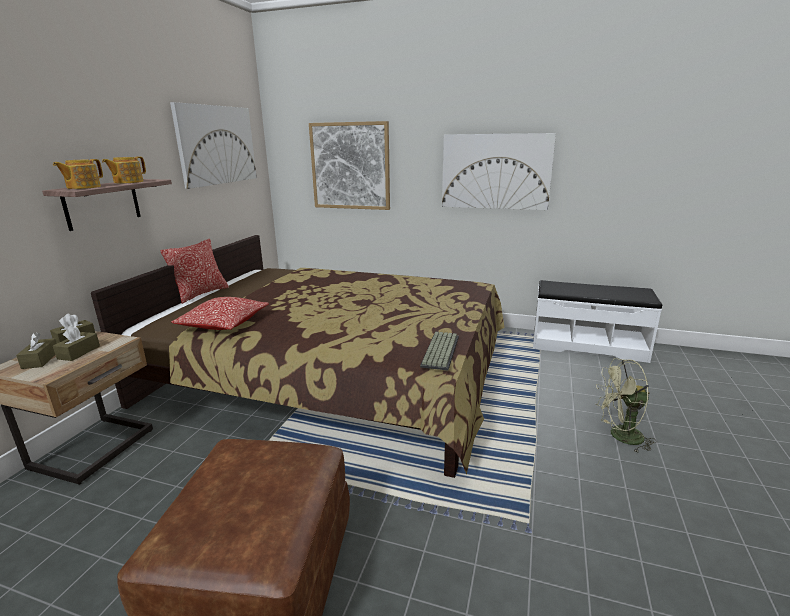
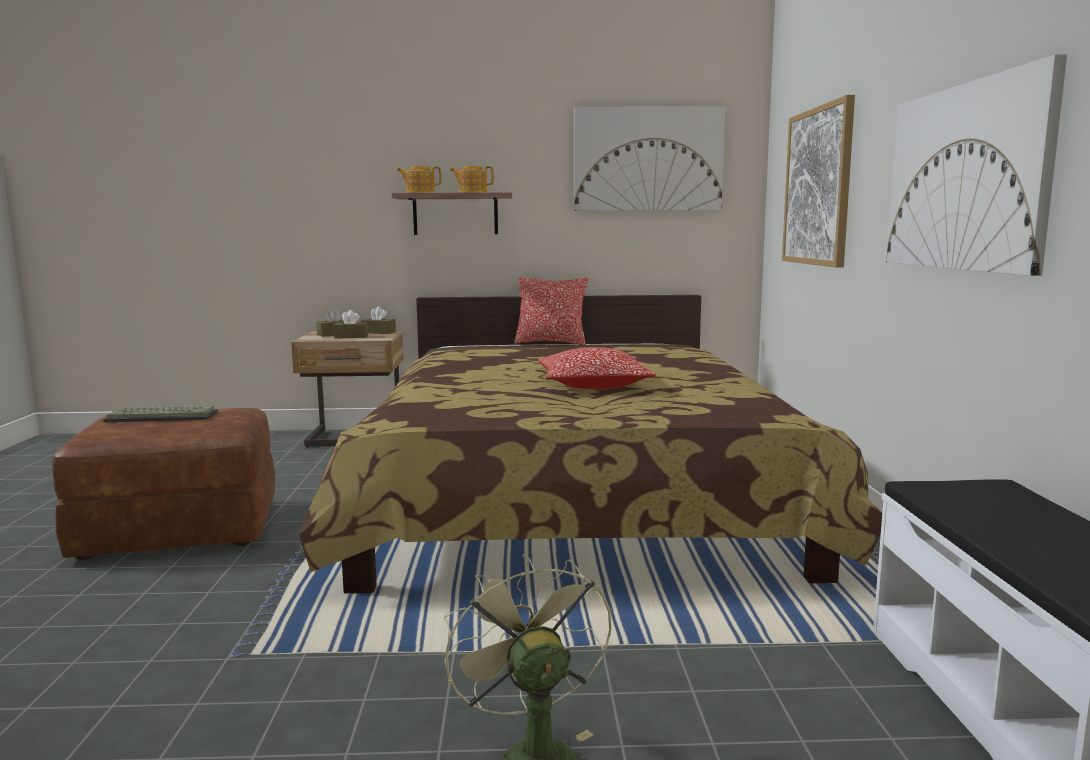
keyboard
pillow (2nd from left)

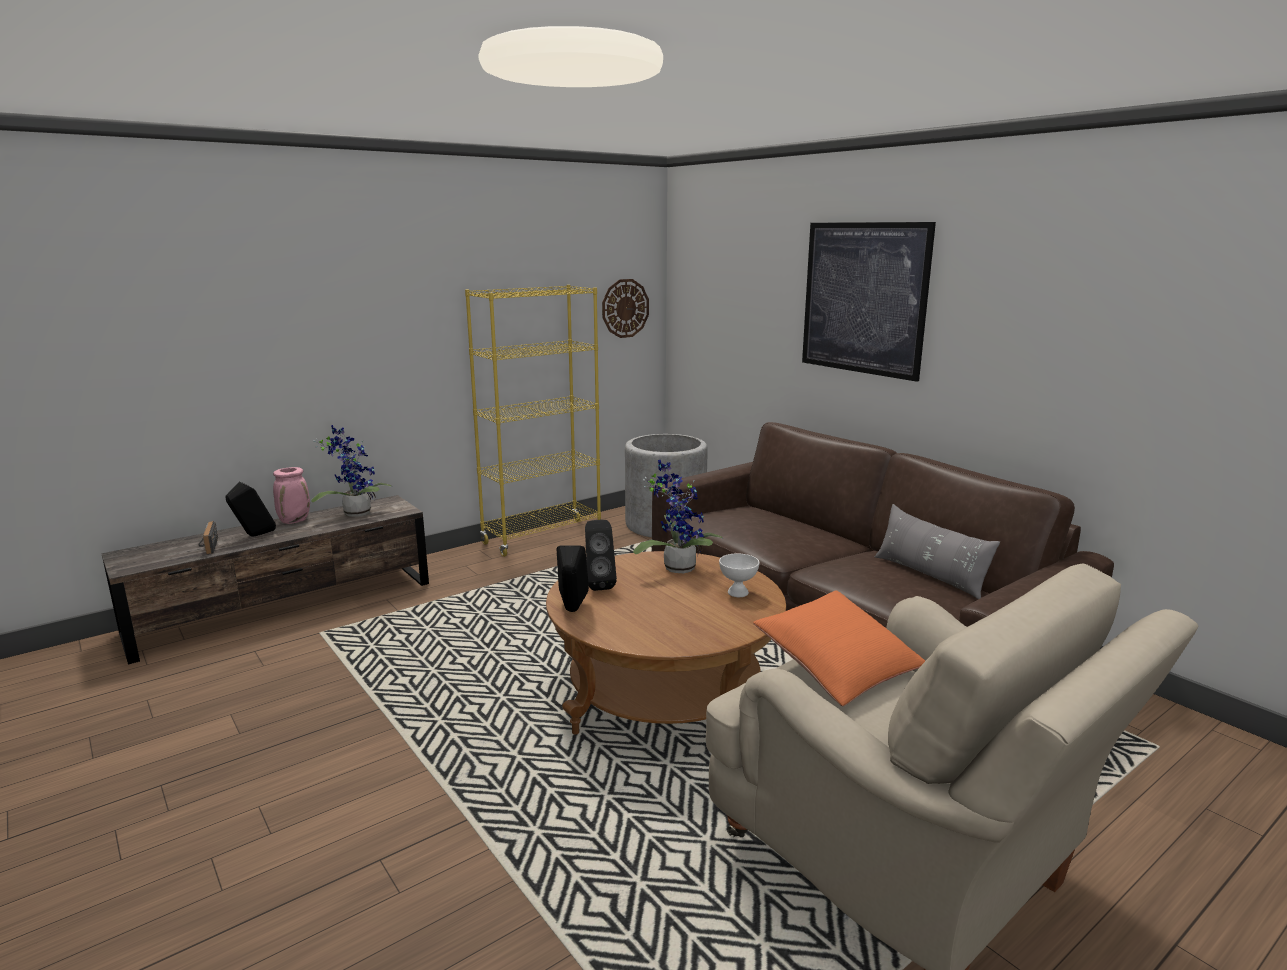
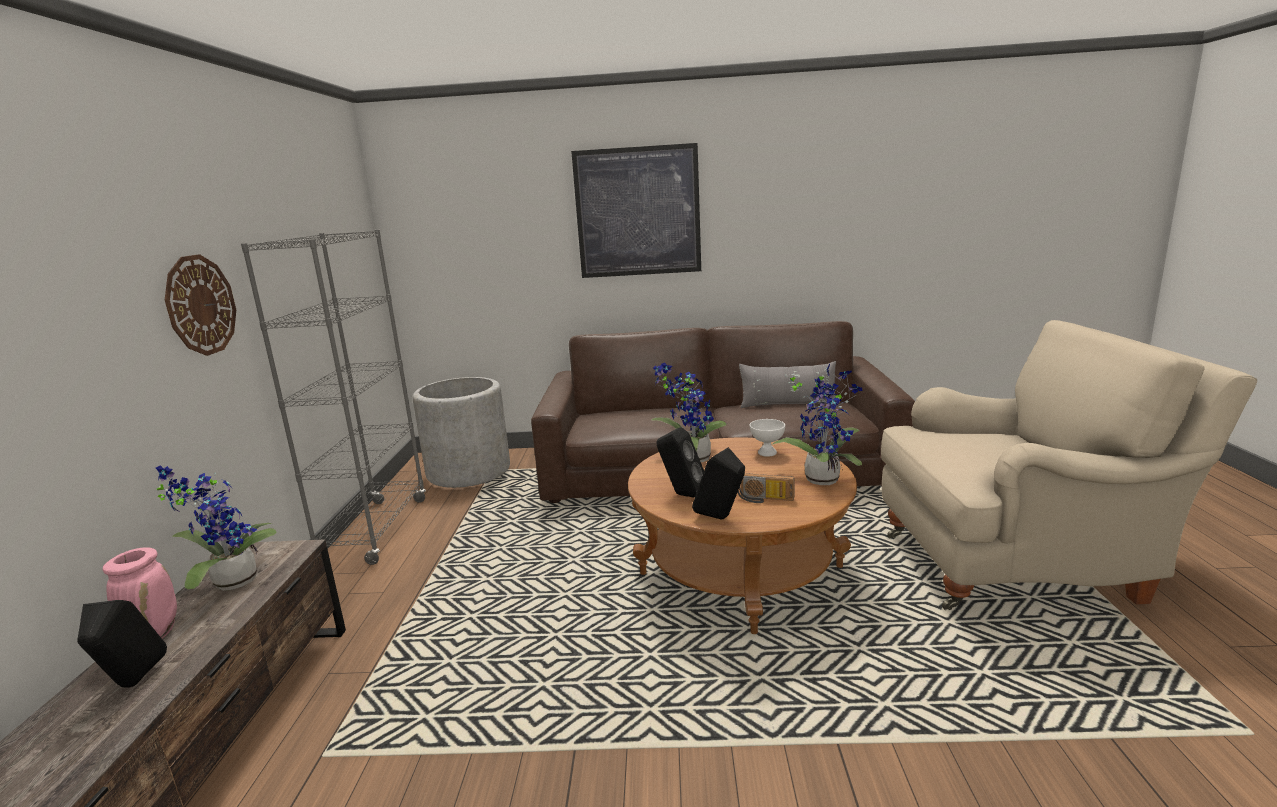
wall clock
bookcase/grey
radio
potted plant (3rd from left)
pillow/orange

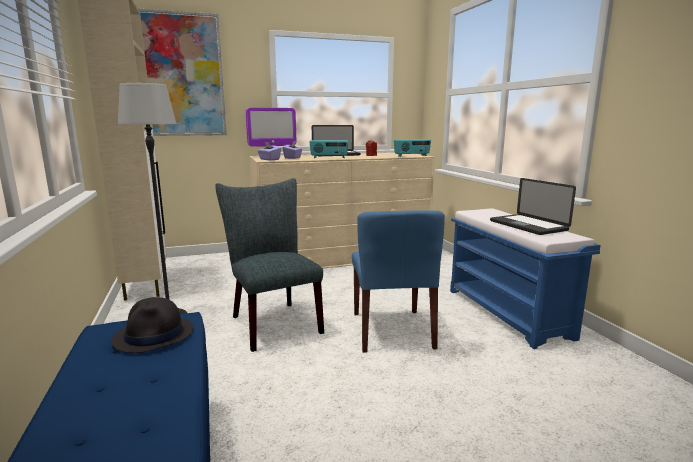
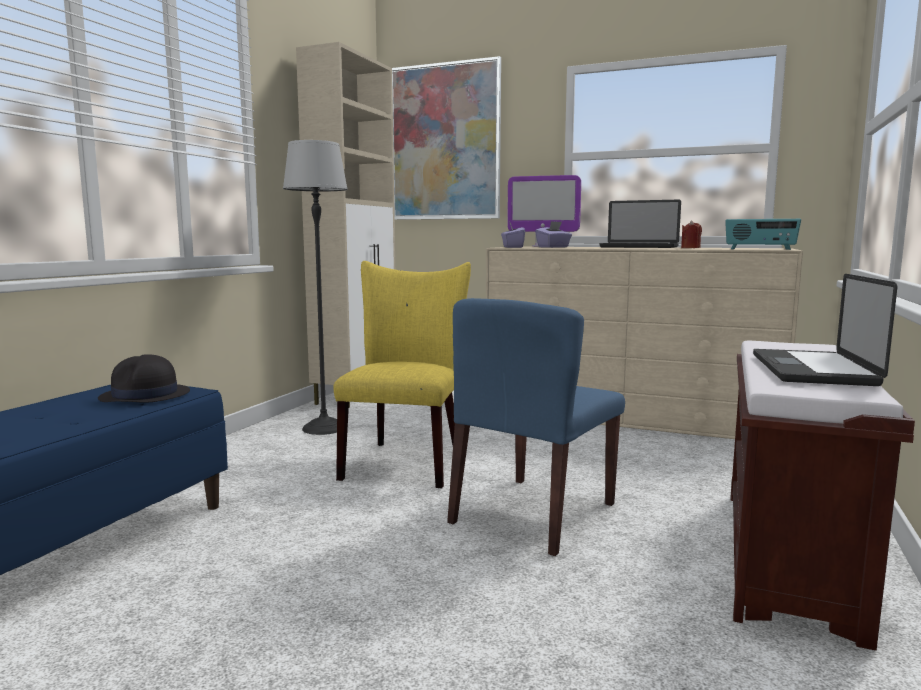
chair/yellow
bench/brown
radio (1st from left in the first image)

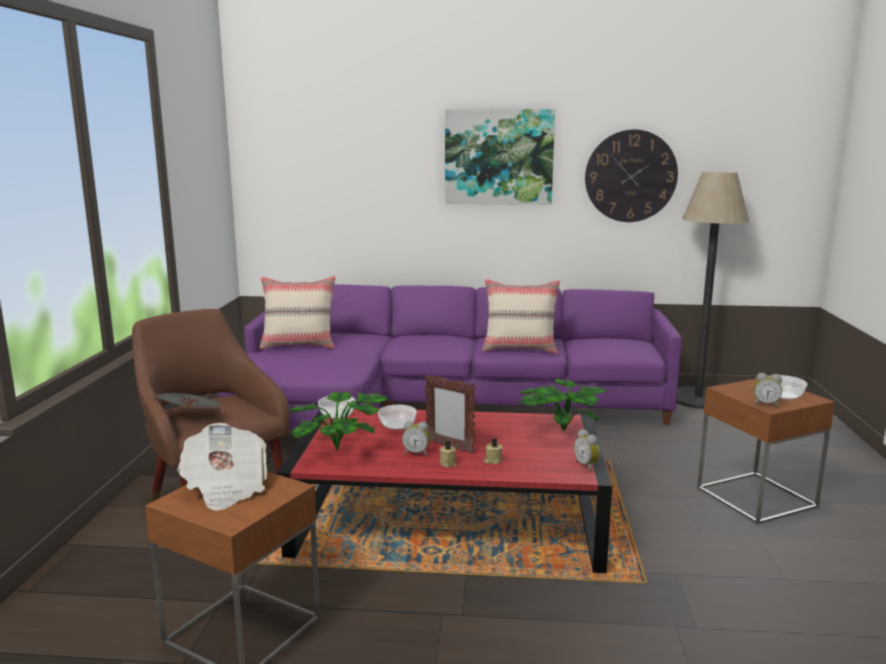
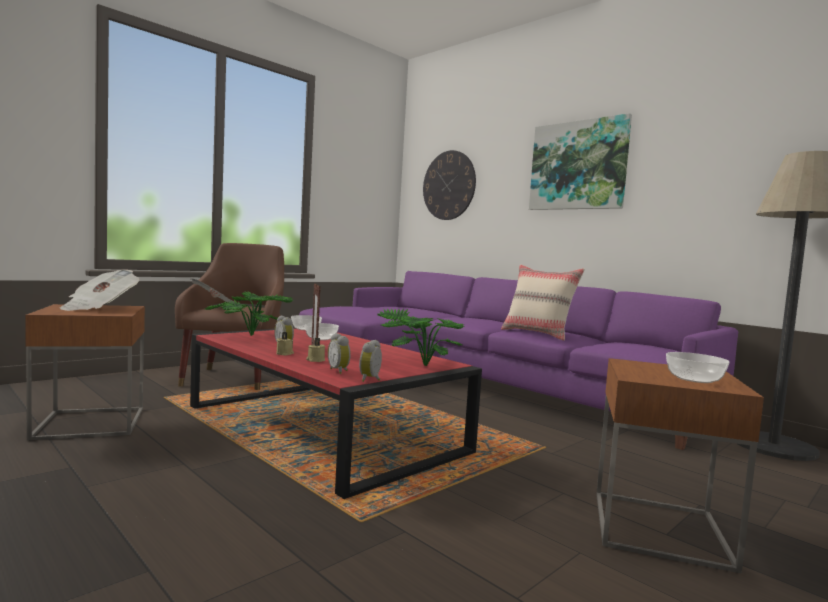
alarm clock (2nd from left)
wall clock
pillow/beige (1st from left in the first image)

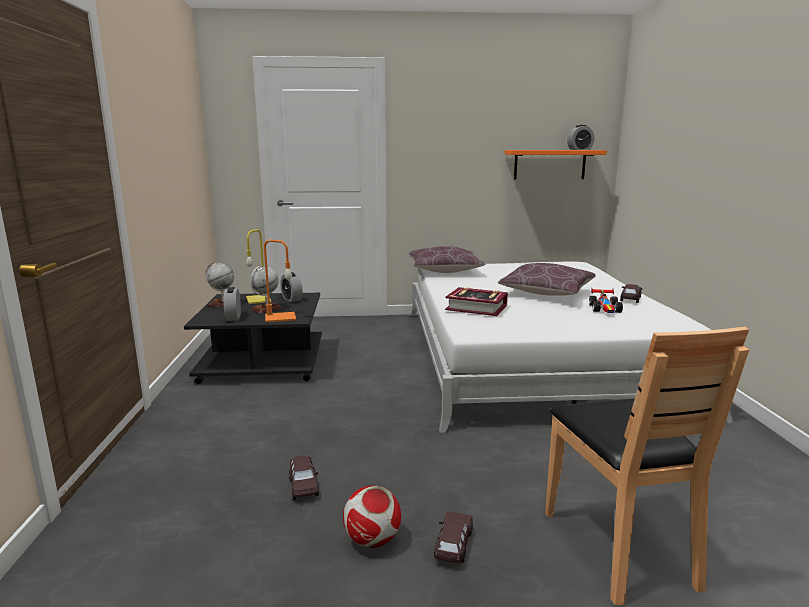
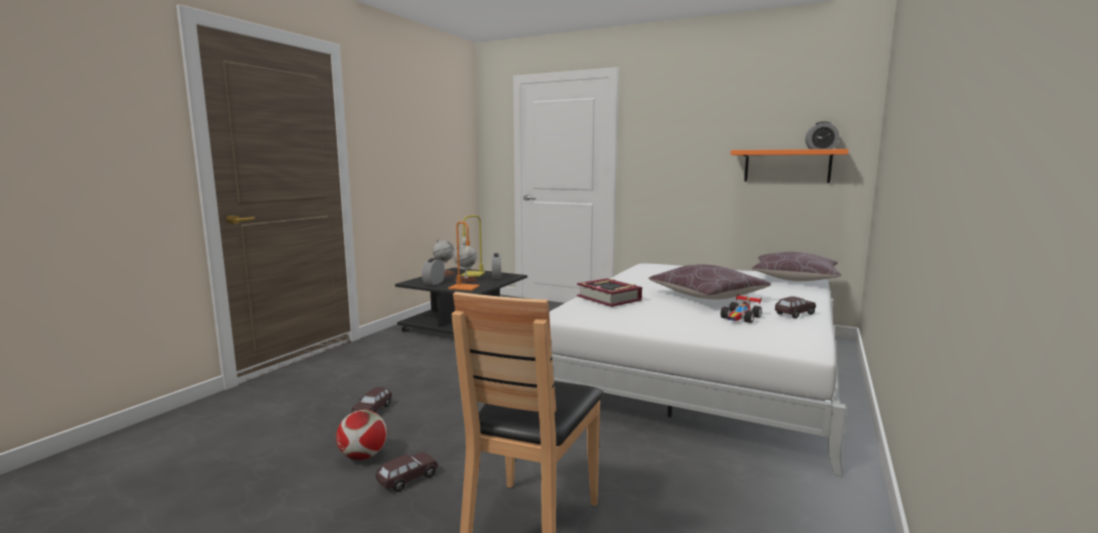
pillow/brown (2nd from left)

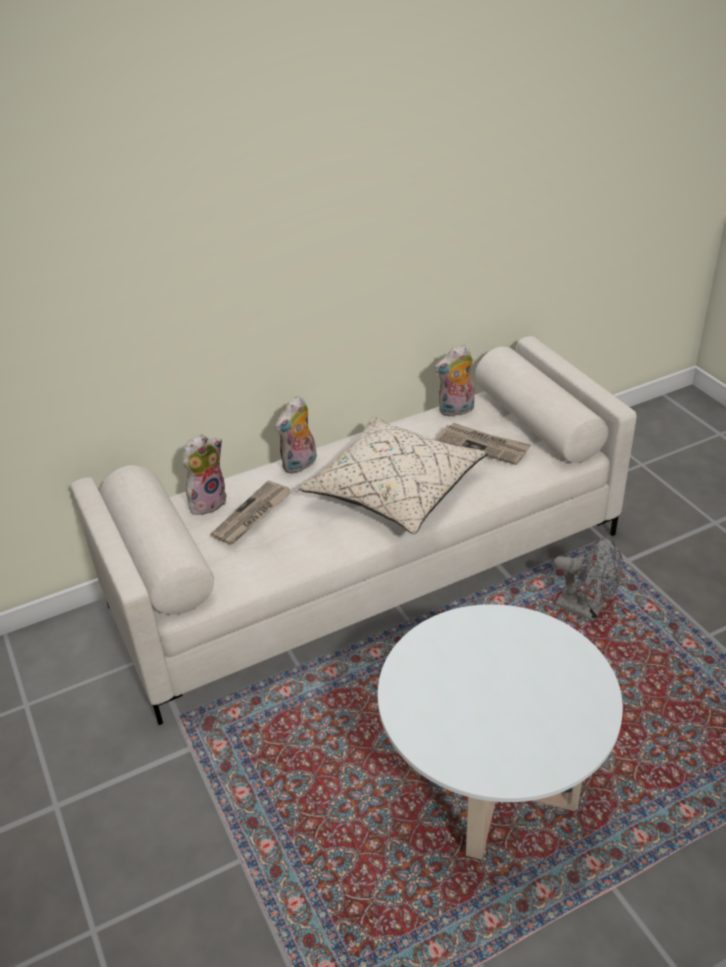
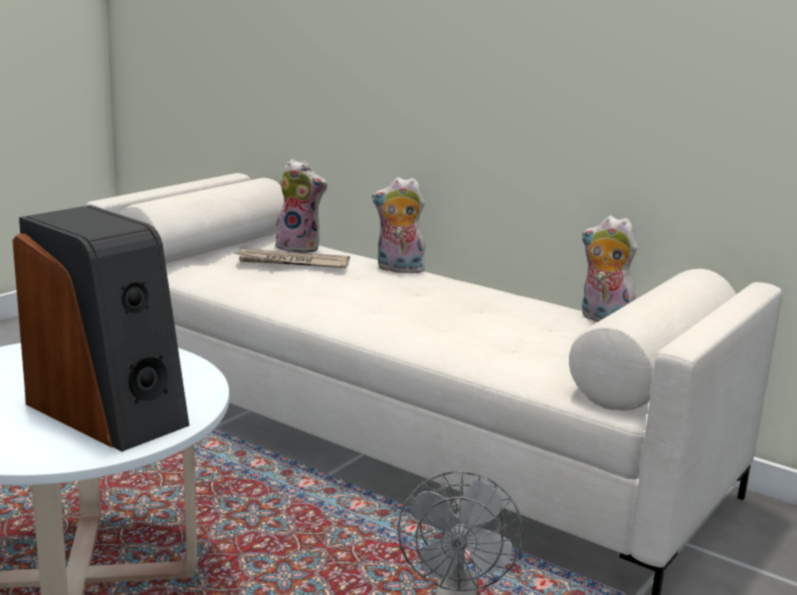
speaker
pillow/beige
newspaper (2nd from left in the first image)

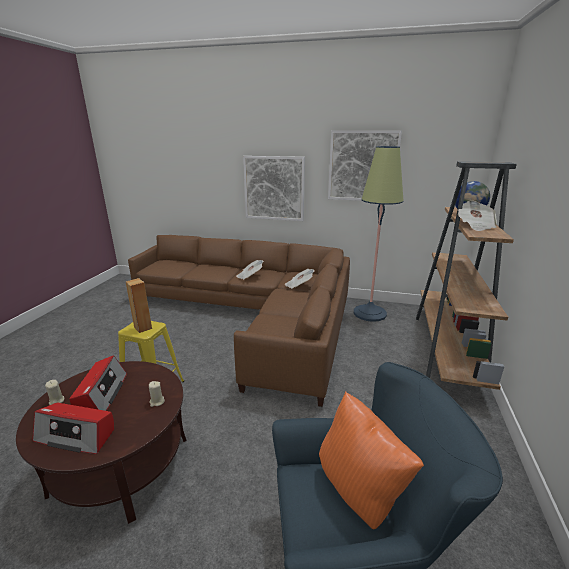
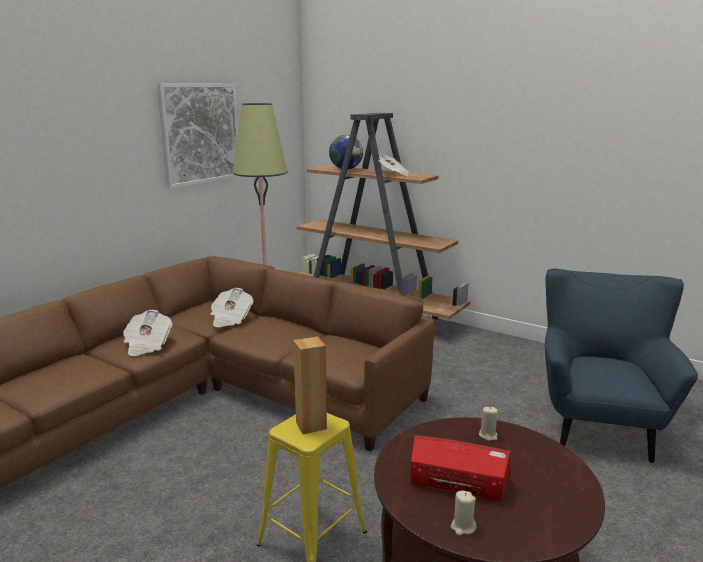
radio (1st from left in the first image)
picture (1st from left in the first image)
pillow/orange

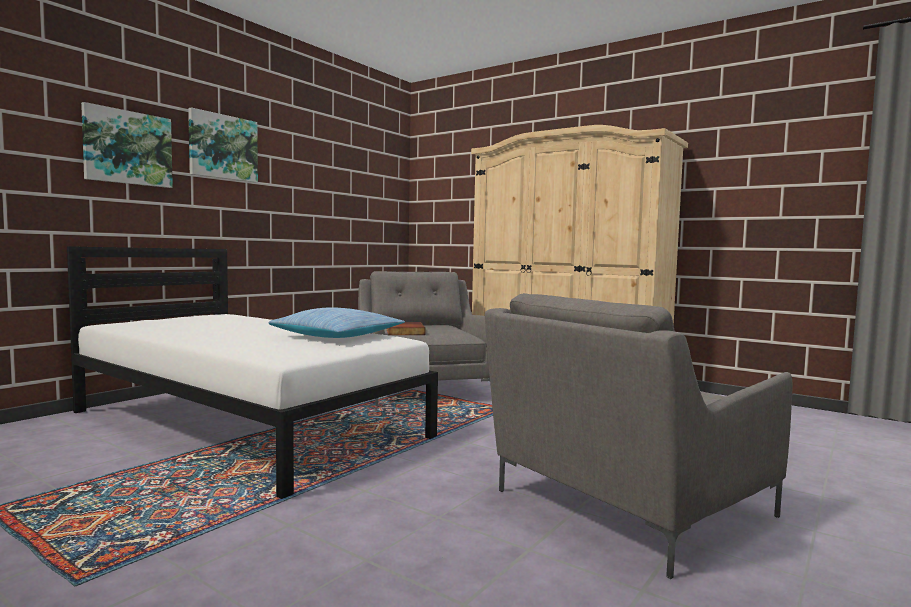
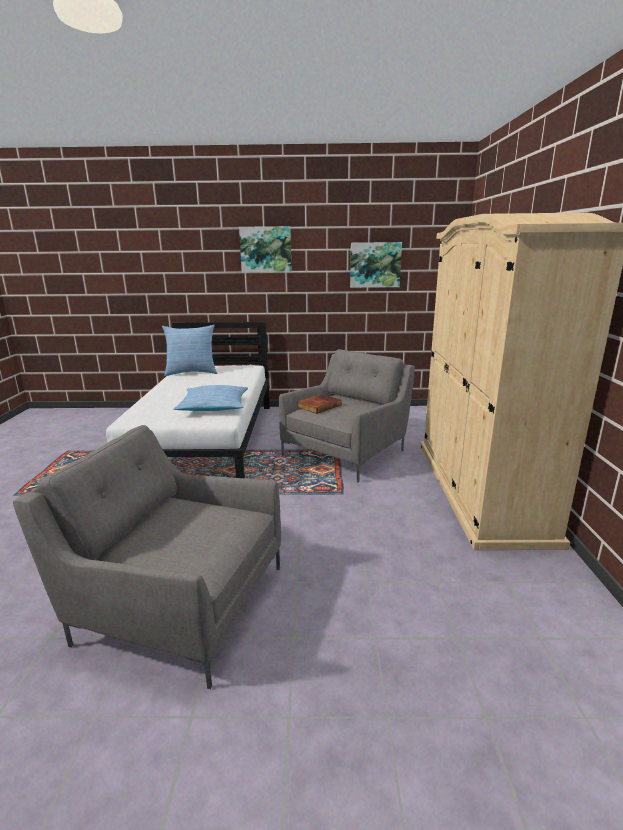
pillow (1st from left)
picture (2nd from left)

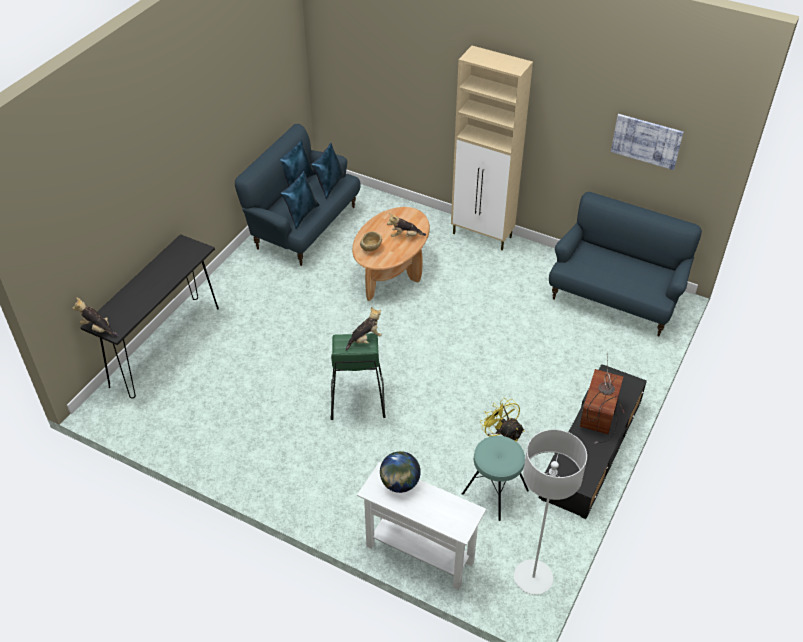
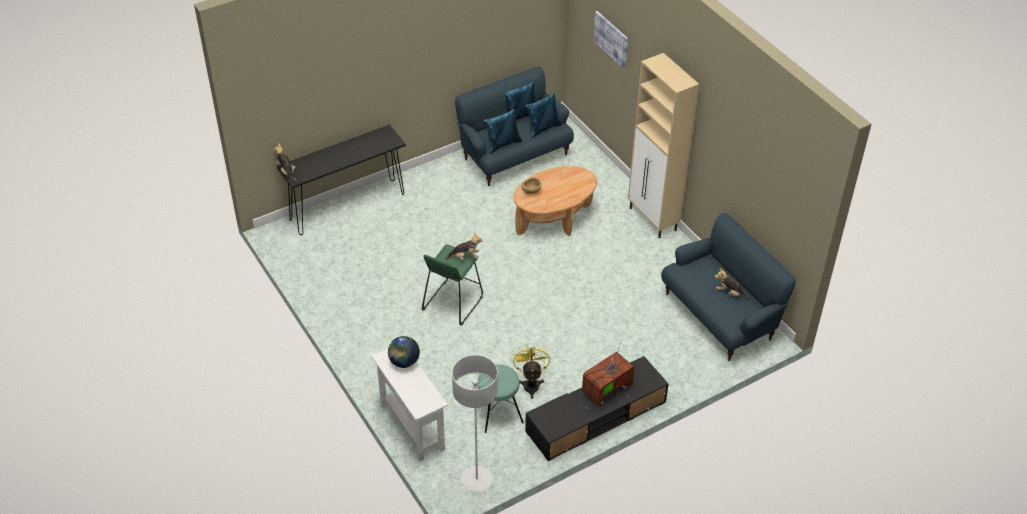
picture
plush toy (3rd from left)

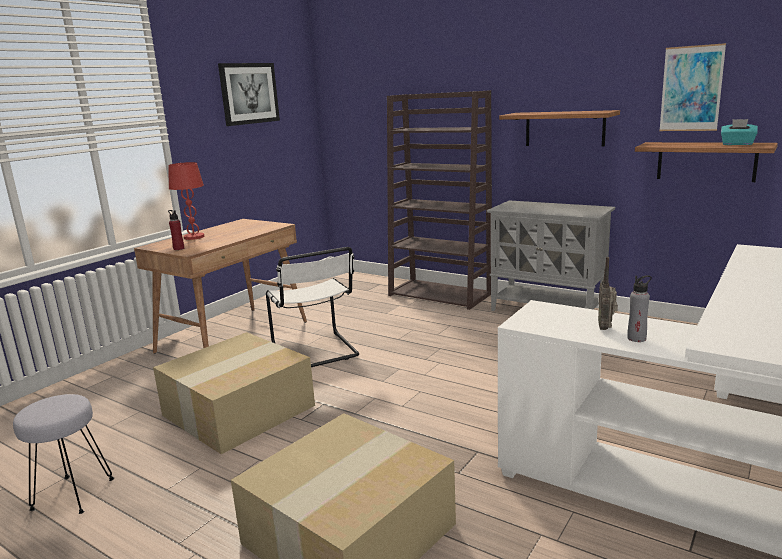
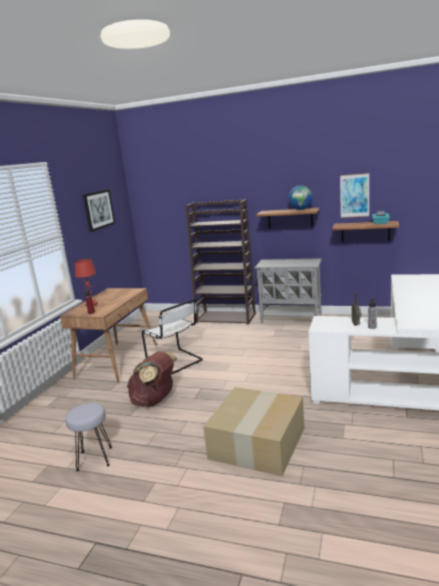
backpack/brown
globe

